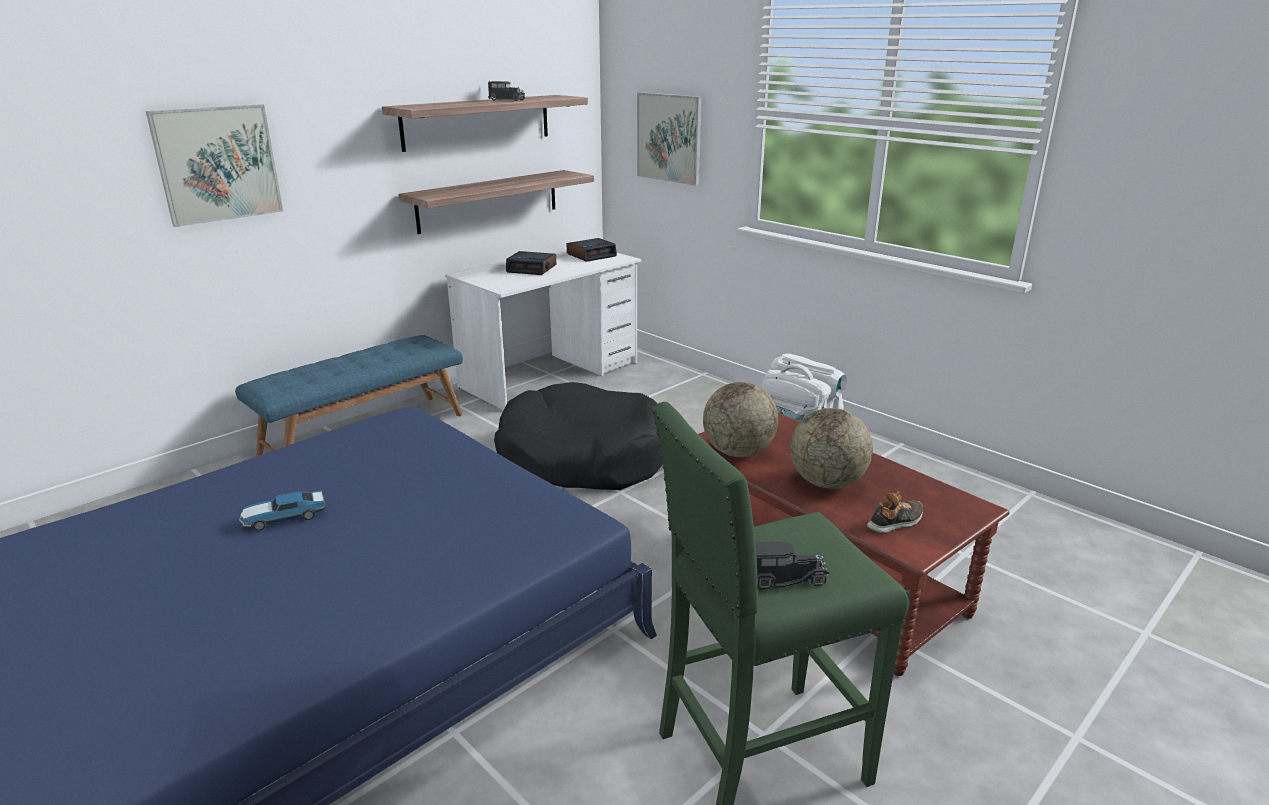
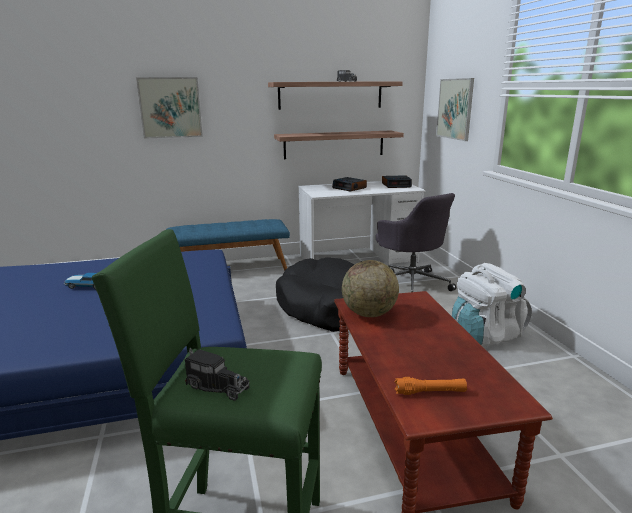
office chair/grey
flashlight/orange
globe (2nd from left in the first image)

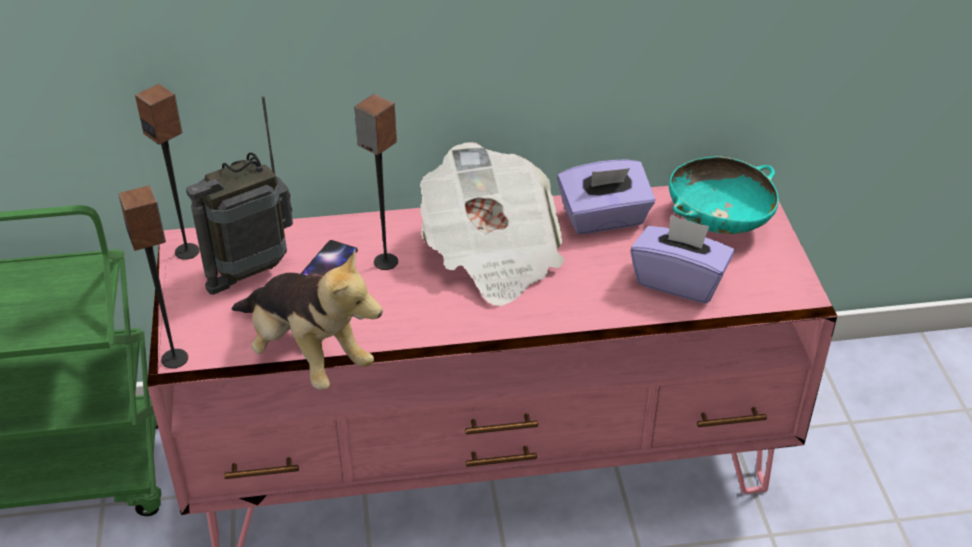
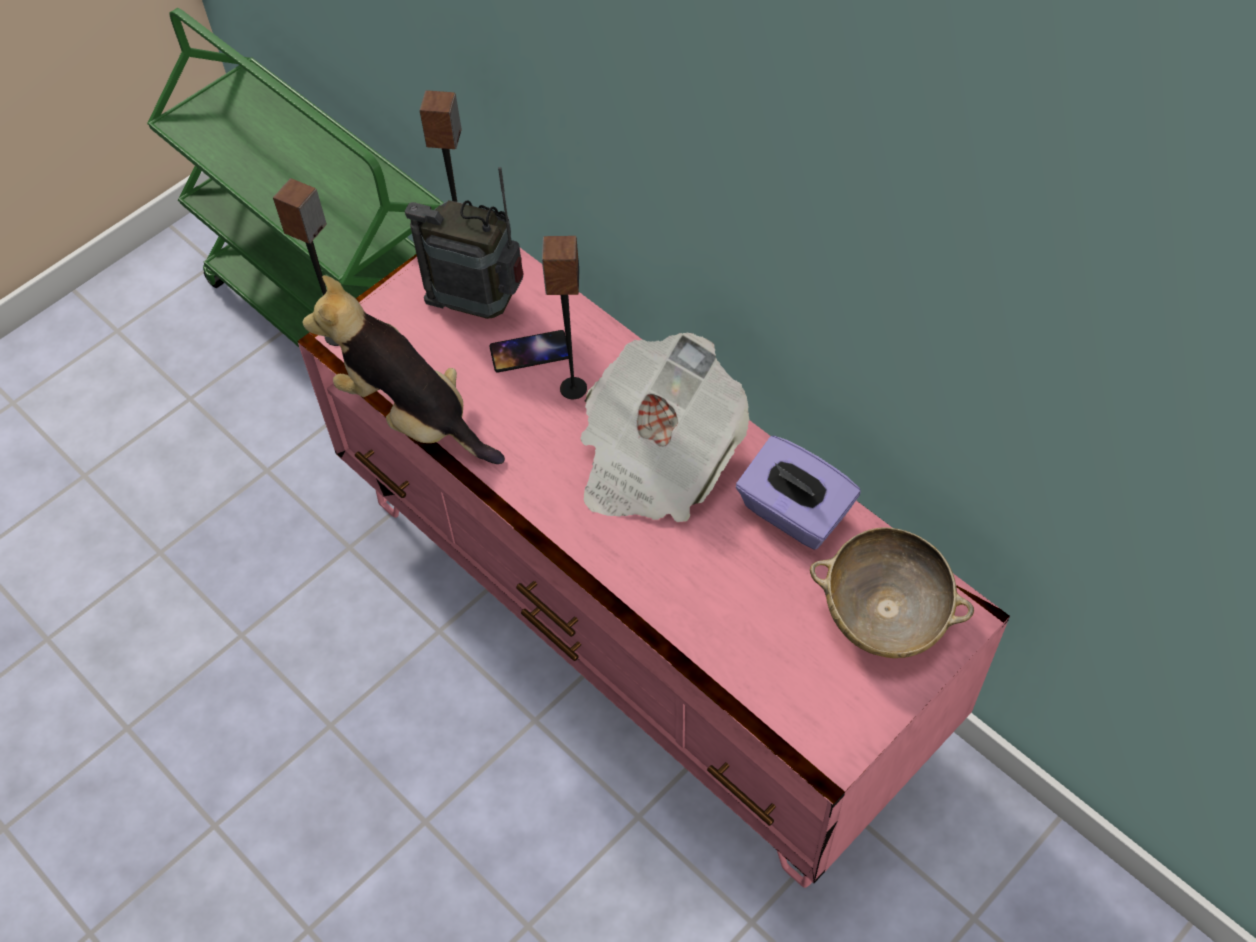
plush toy
bowl/beige
tissue box/purple (2nd from left in the first image)

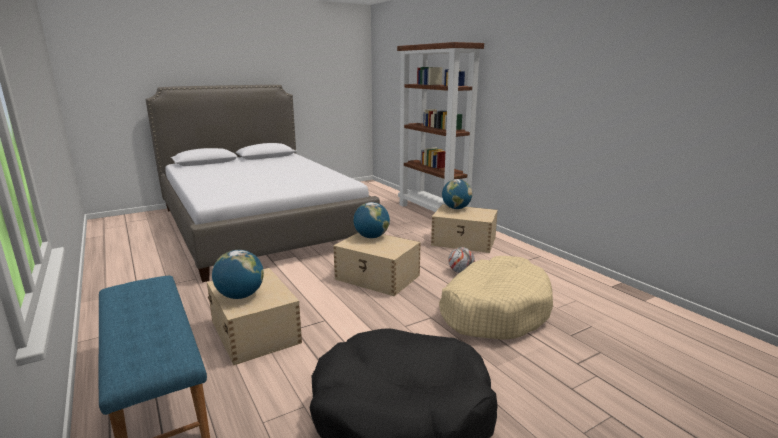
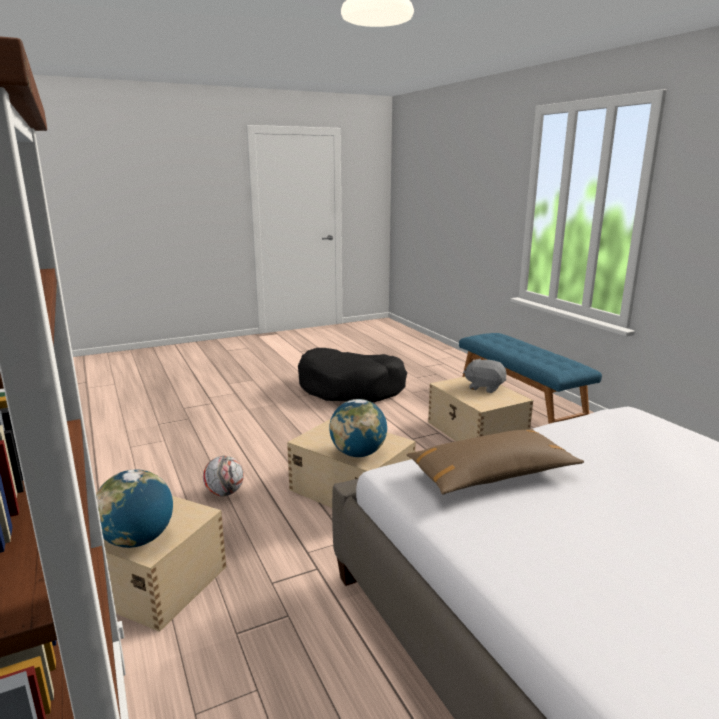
pillow/brown
plush toy/grey
dog bed/beige

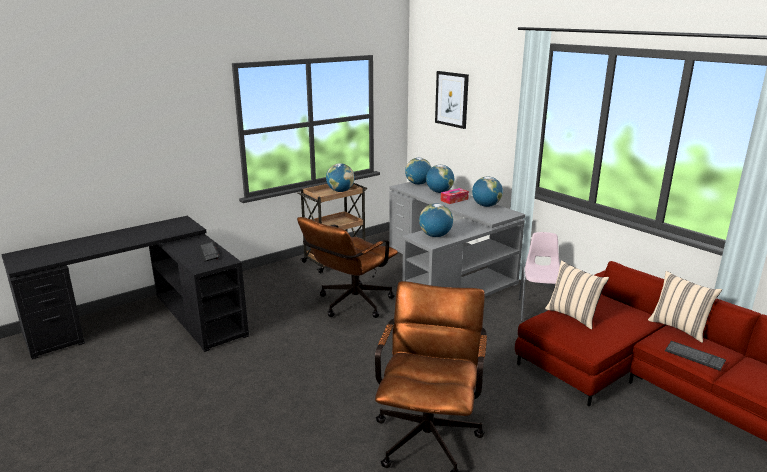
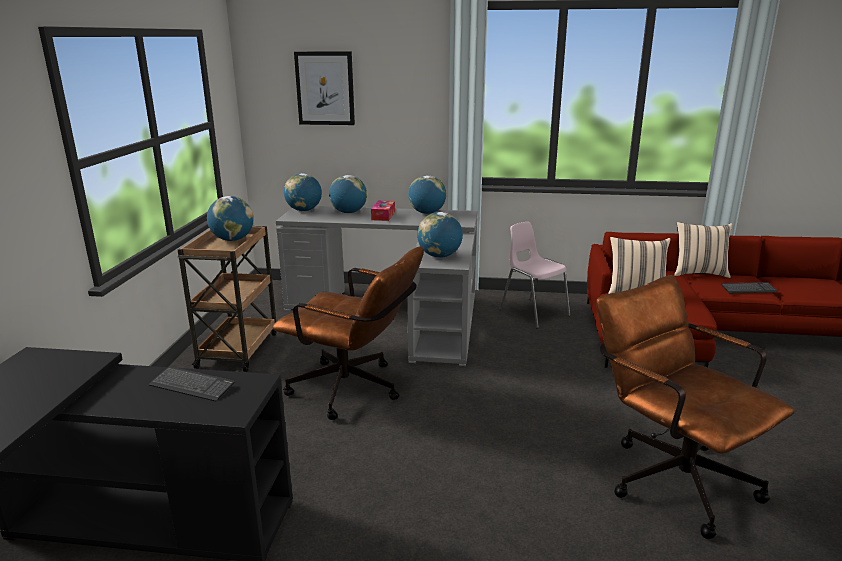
office chair/brown (1st from left)

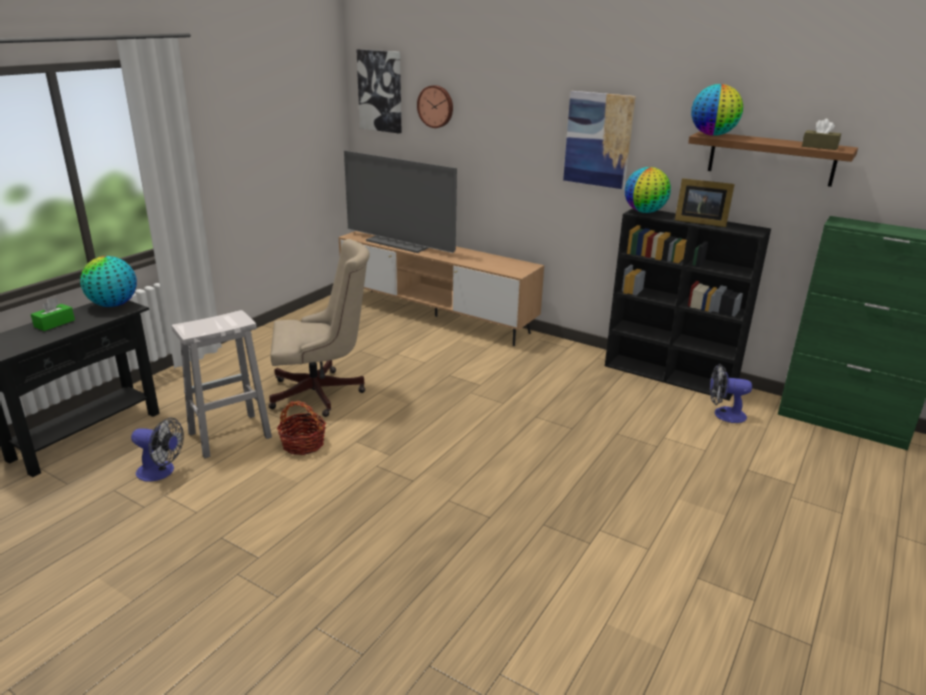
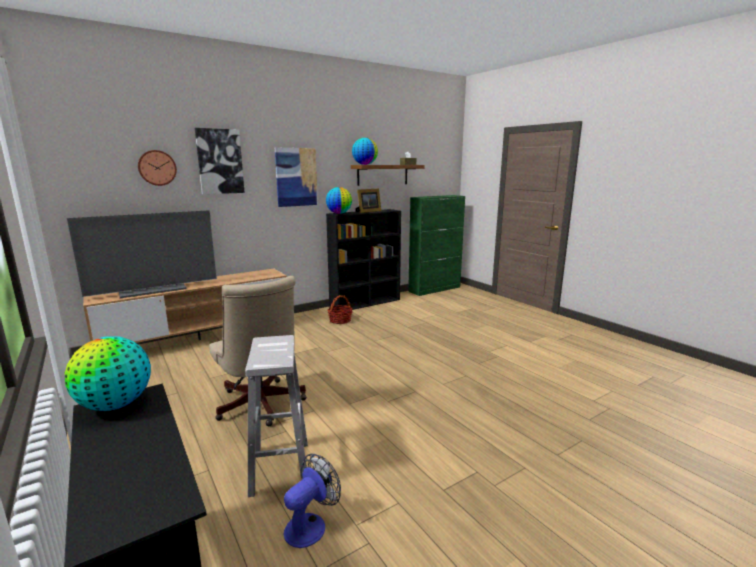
picture (1st from left)
office chair/beige
basket
tissue box/green
fan (2nd from left in the first image)

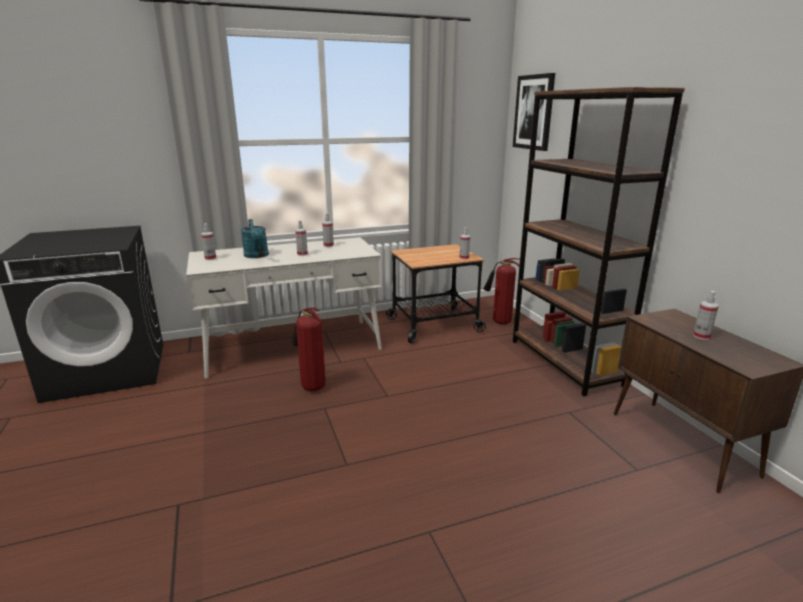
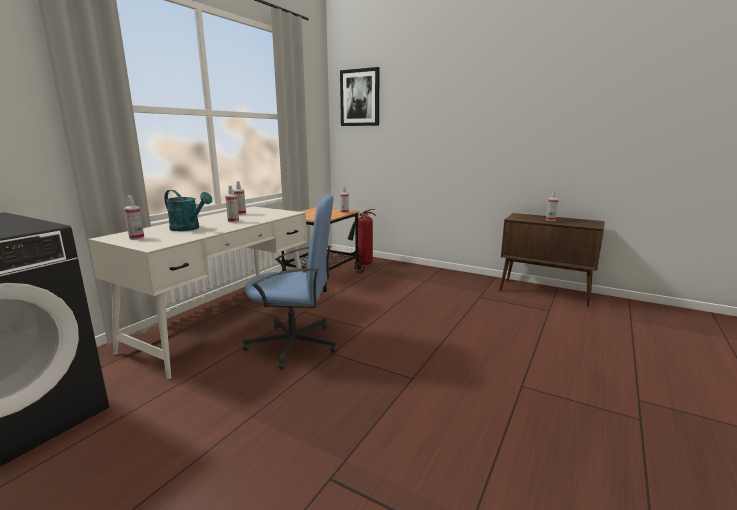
office chair/blue
bookcase/brown

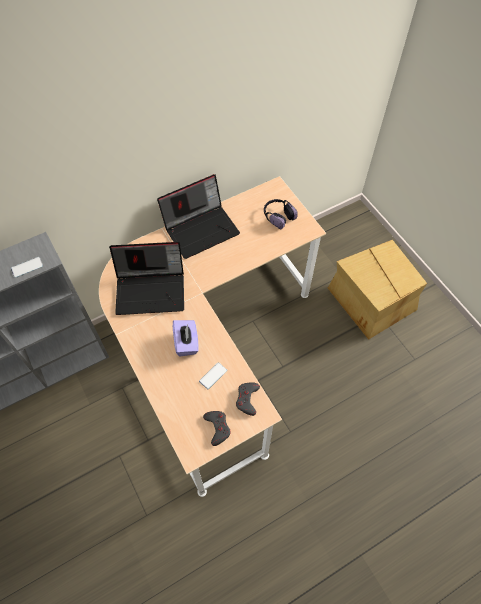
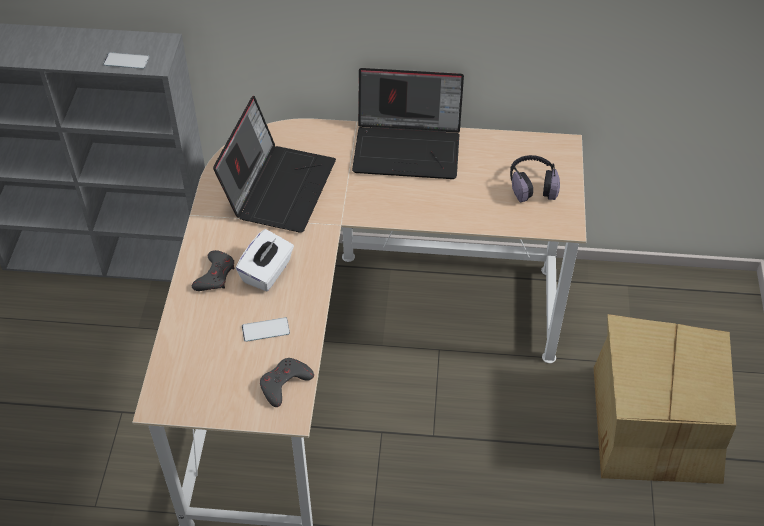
game controller/grey (1st from left)
laptop (1st from left)
tissue box/white

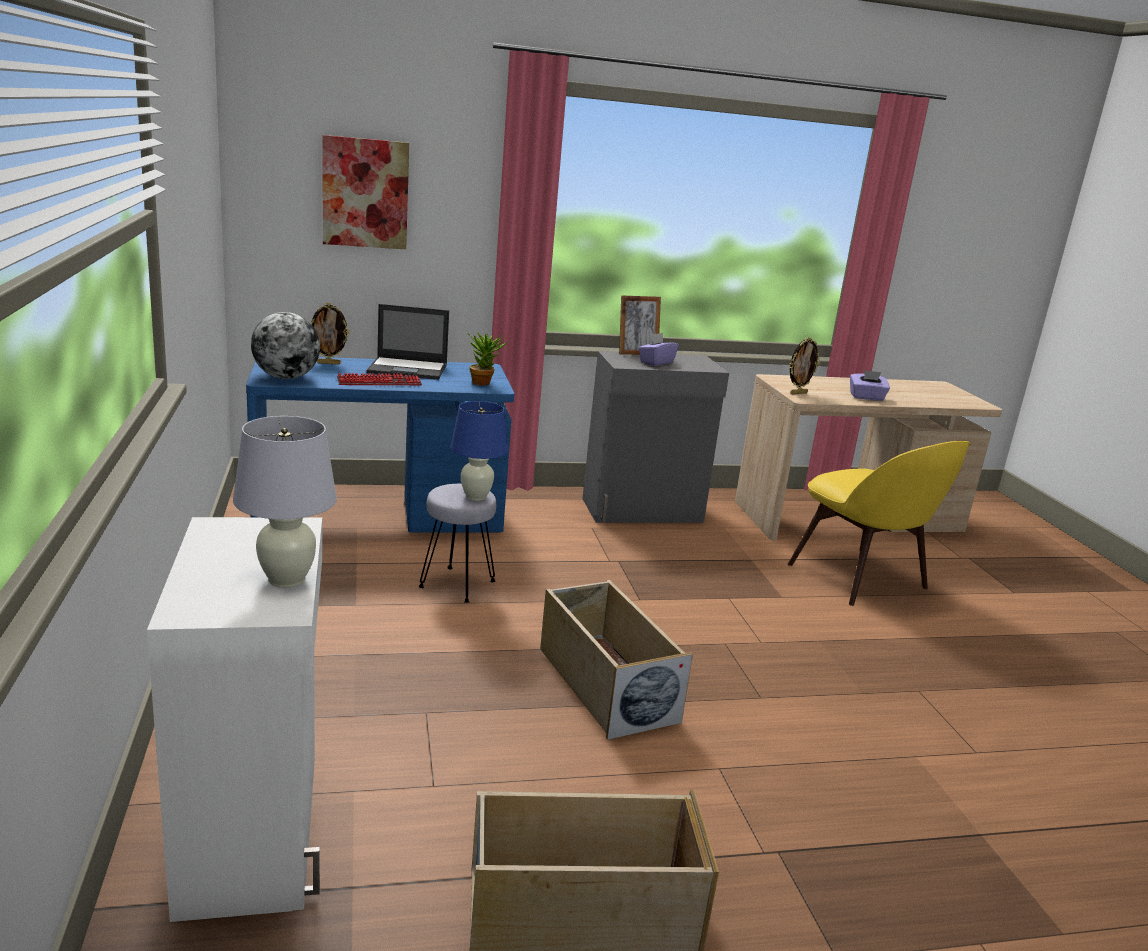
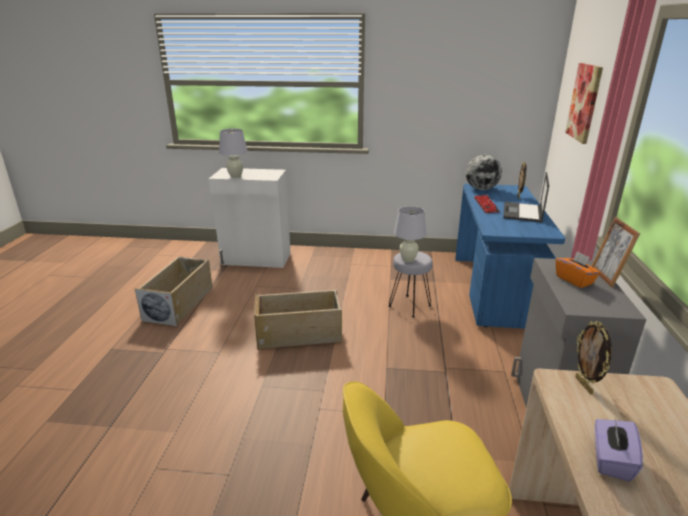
table lamp/white (2nd from left)
tissue box/orange
potted plant

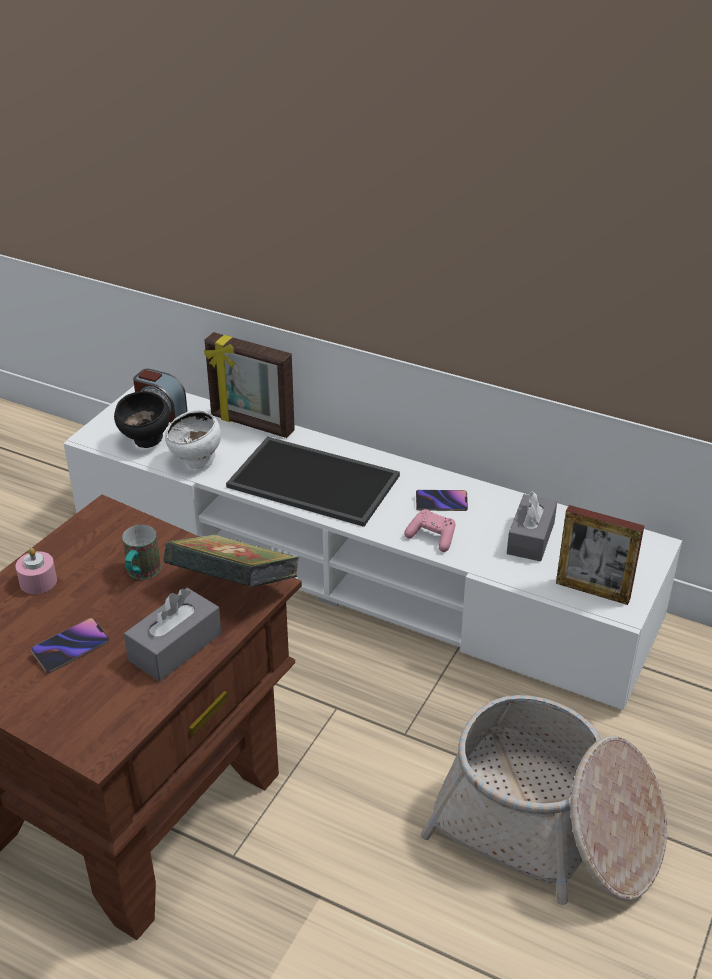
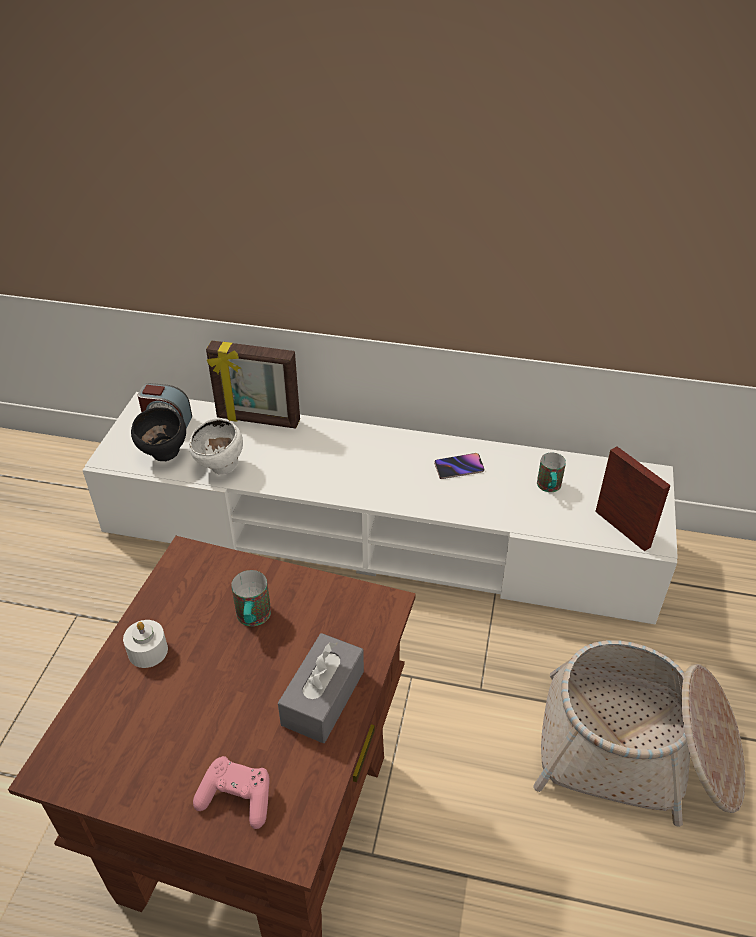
candle/white
game controller/pink
mug (2nd from left)
picture frame (2nd from left)
phone (1st from left in the first image)
book
tray

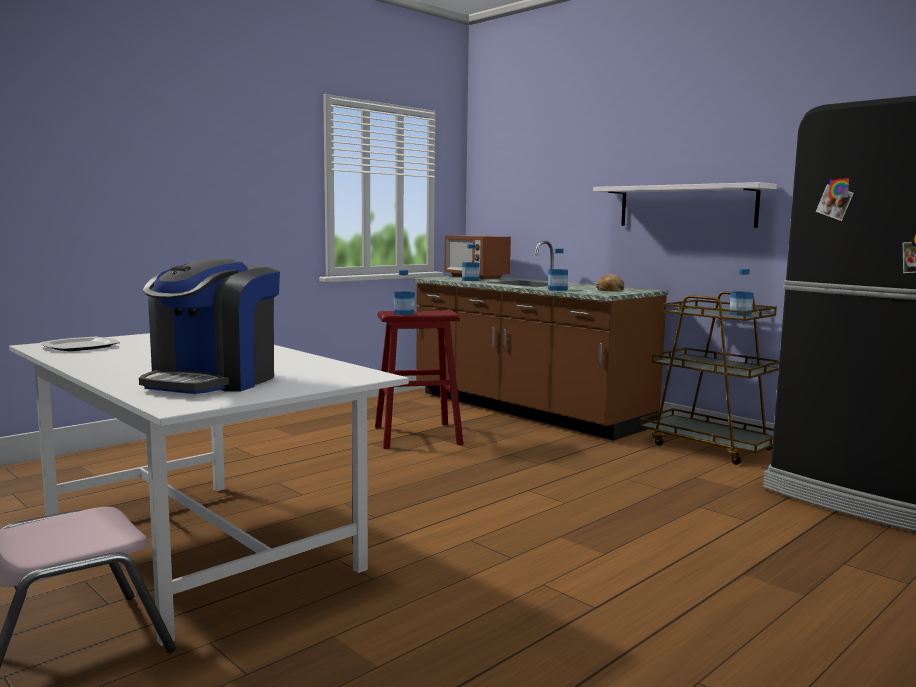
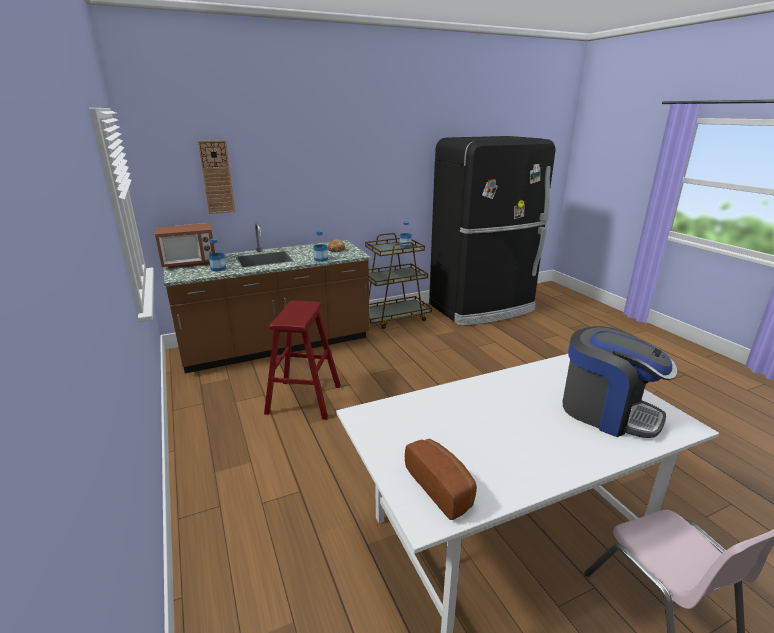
wall clock
bread (2nd from left)
bottle (1st from left in the first image)
shelf/white

